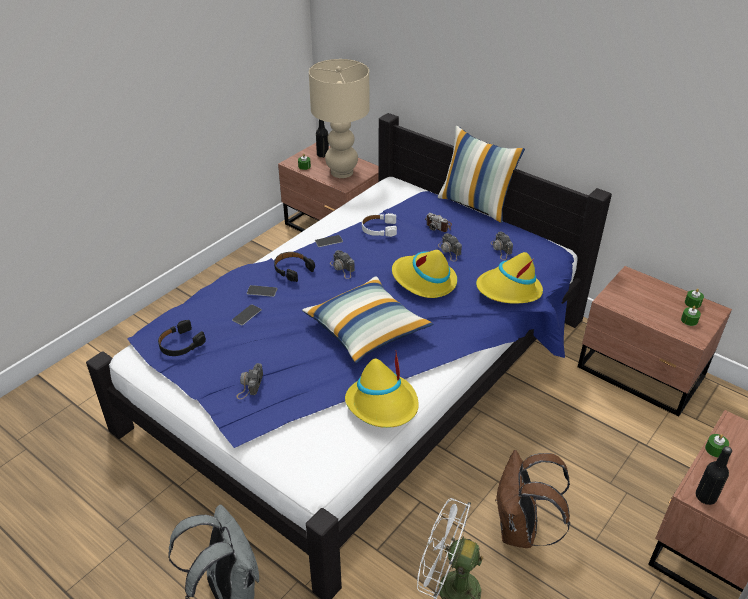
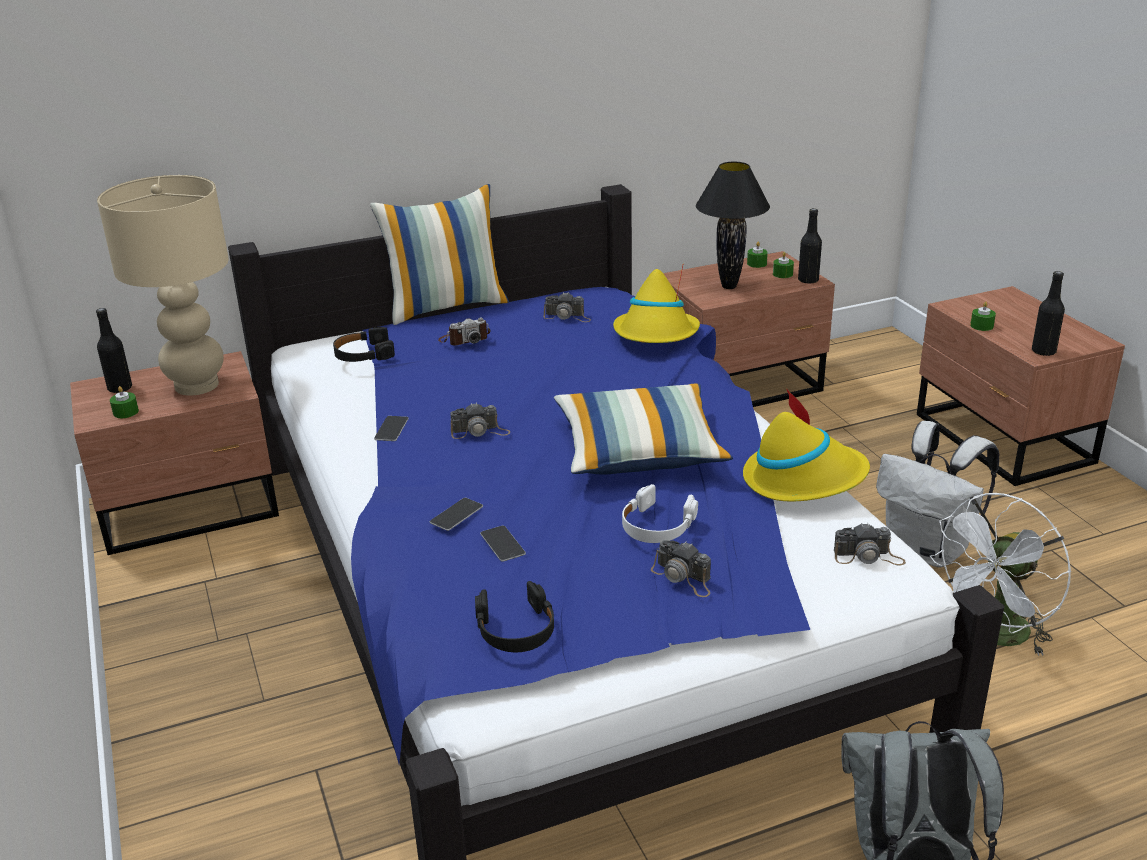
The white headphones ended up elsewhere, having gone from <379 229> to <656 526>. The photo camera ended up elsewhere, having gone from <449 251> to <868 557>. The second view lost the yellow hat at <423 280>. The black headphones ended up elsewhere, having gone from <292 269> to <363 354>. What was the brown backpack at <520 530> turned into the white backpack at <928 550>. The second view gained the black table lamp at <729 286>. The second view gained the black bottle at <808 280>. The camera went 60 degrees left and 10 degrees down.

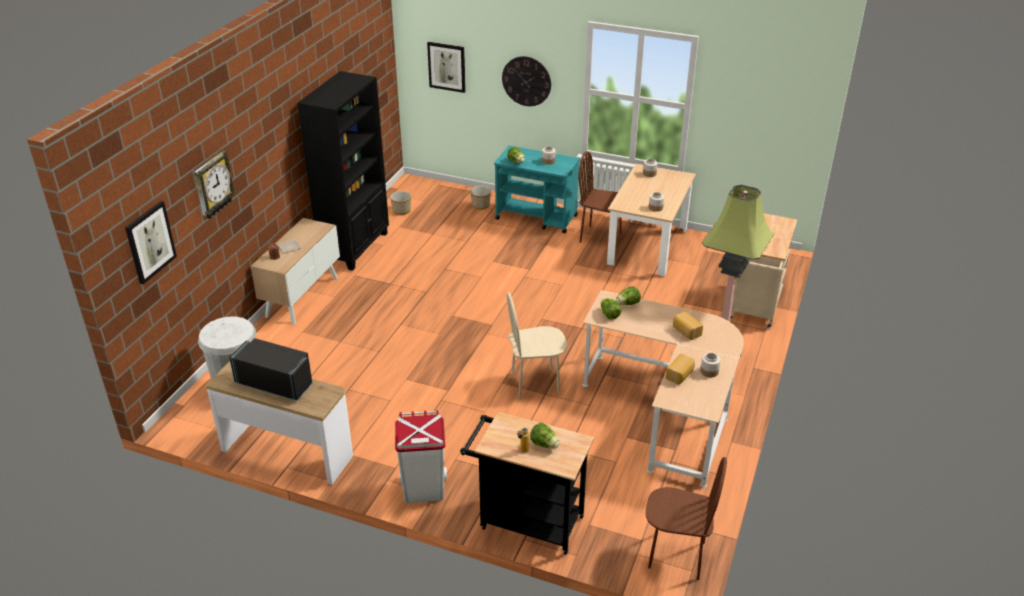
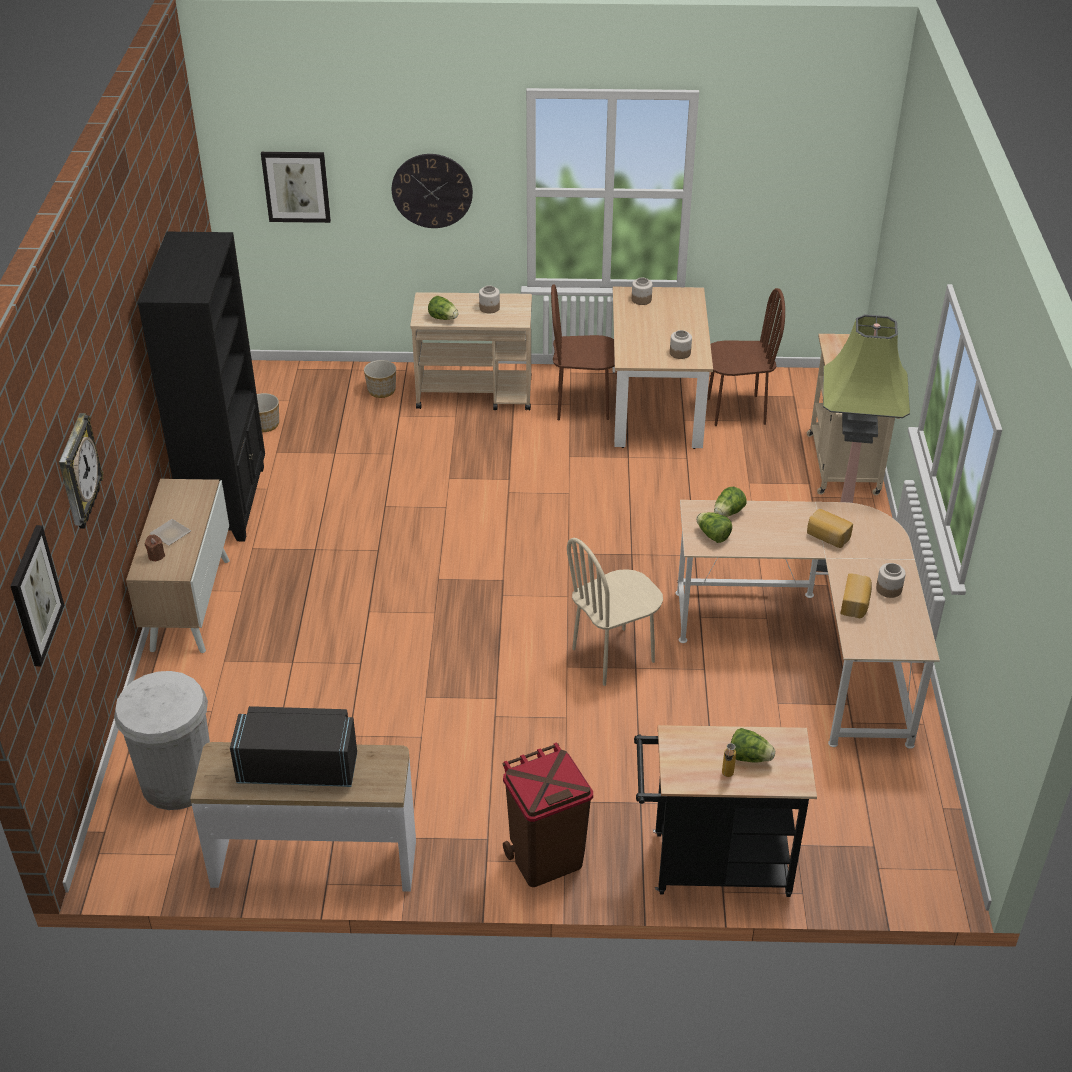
What was the turquoise cart at <537 218> turned into the beige cart at <475 393>. What was the white trash can at <423 489> turned into the brown trash can at <545 859>. The brown chair ended up elsewhere, having gone from <676 555> to <736 411>. The camera went 20 degrees left and 5 degrees up.

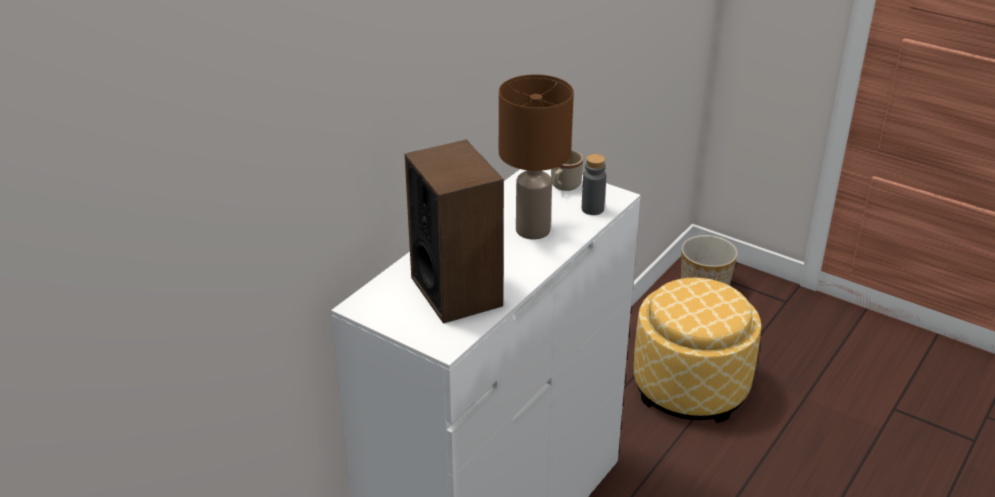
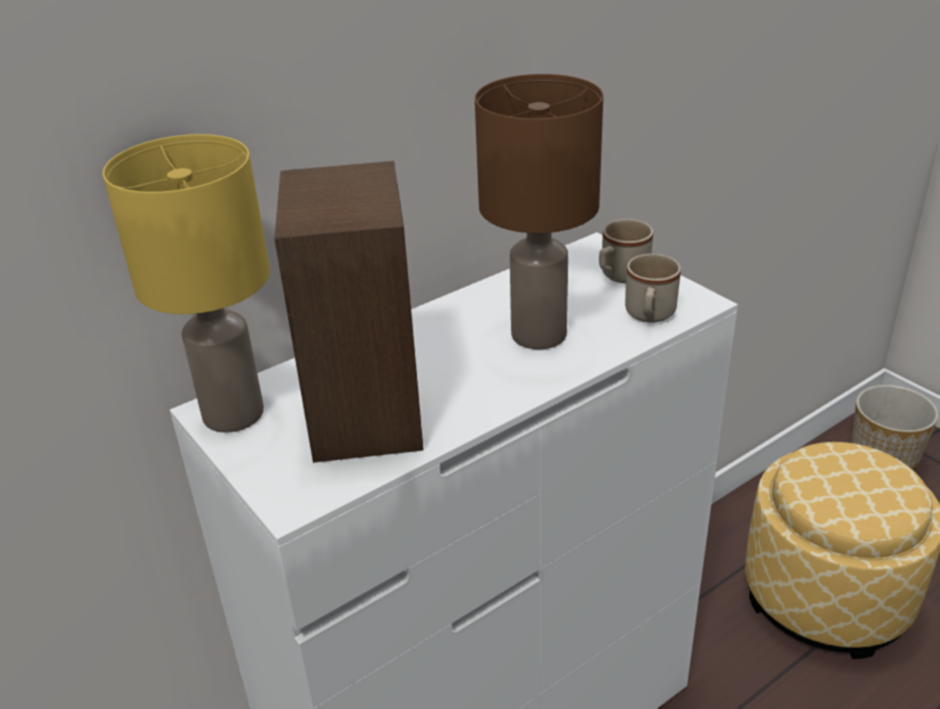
Where the grey bottle stood at <592 209>, the beige mug came to stand at <649 316>. The second view gained the yellow table lamp at <235 414>. The camera went 20 degrees right and 0 degrees up.

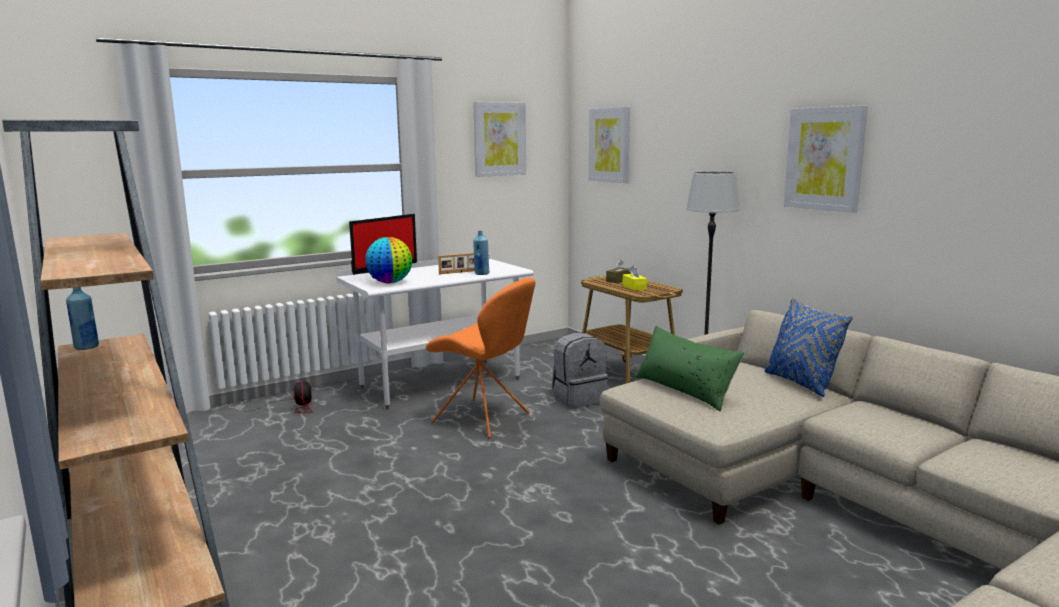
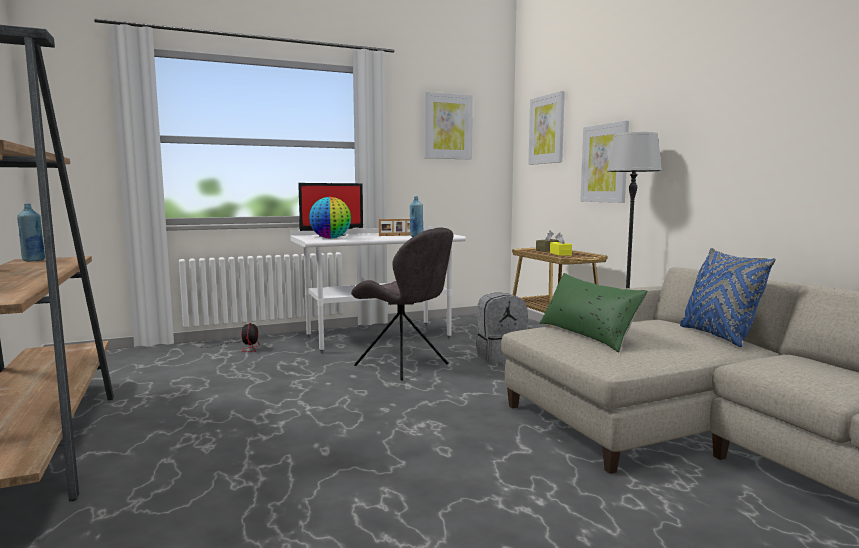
The picture ended up elsewhere, having gone from <824 158> to <604 163>. What was the orange chair at <484 419> turned into the grey chair at <404 366>. The camera went 10 degrees right and 5 degrees down.

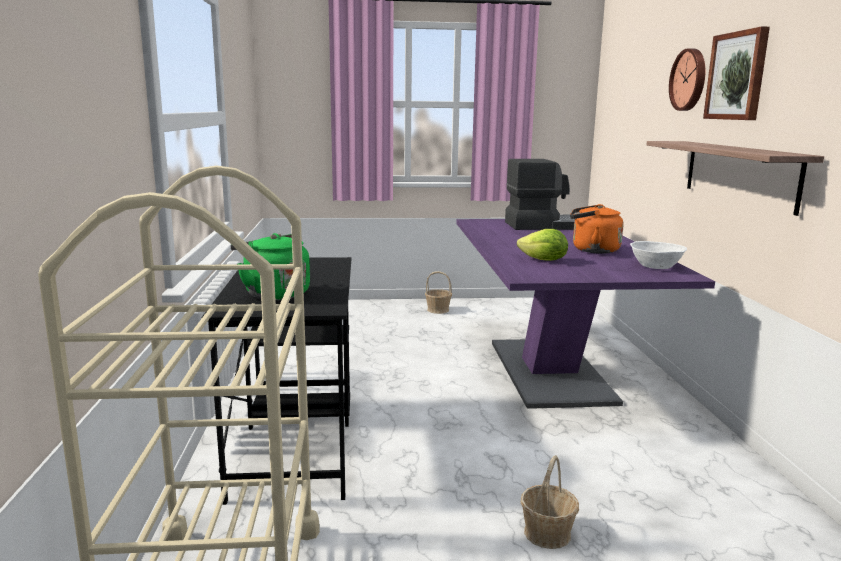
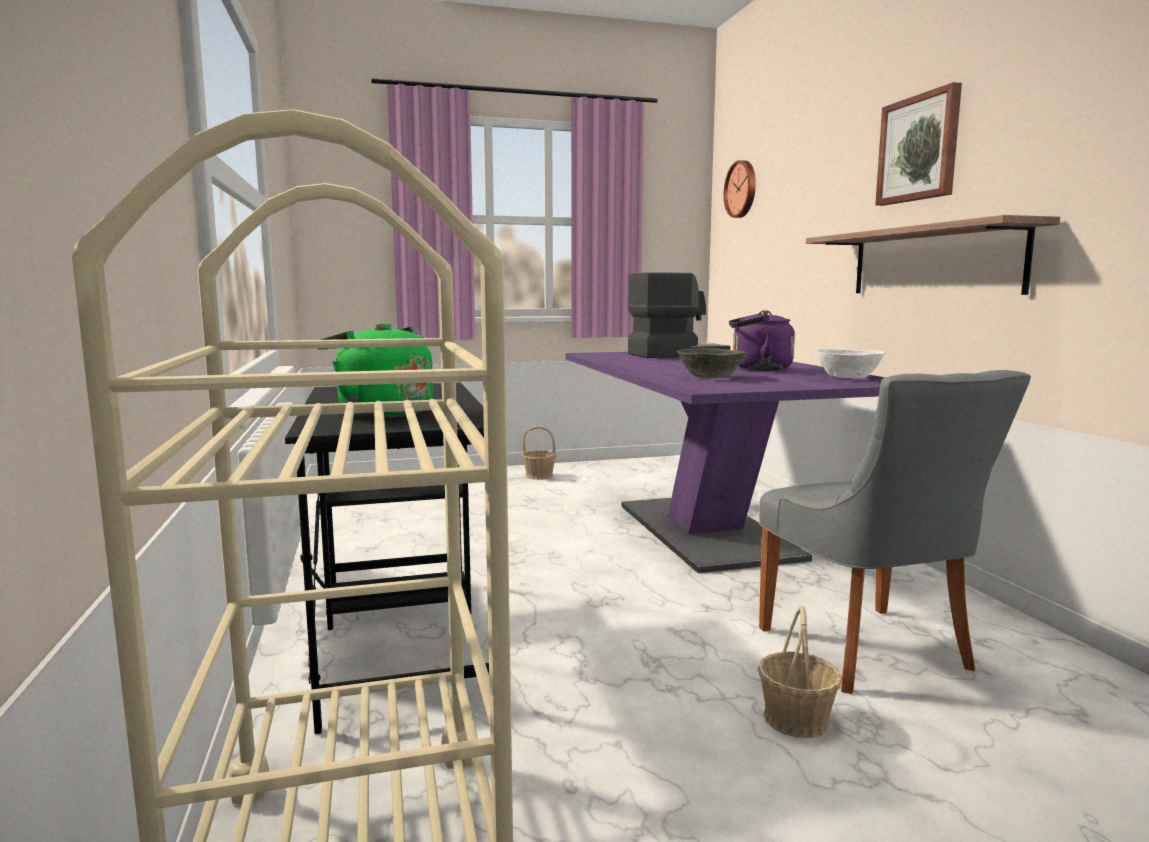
The wall clock ended up elsewhere, having gone from <689 80> to <742 189>. What was the orange kettle at <592 250> turned into the purple kettle at <757 368>. Where the lettuce stood at <544 260>, the grey bowl came to stand at <711 377>. The second view gained the grey chair at <869 651>. The camera went 10 degrees left and 5 degrees down.

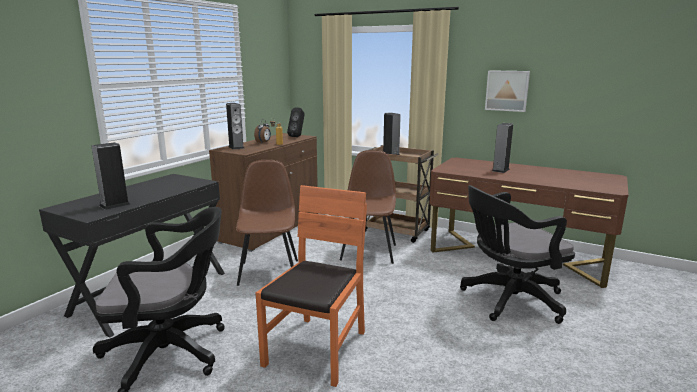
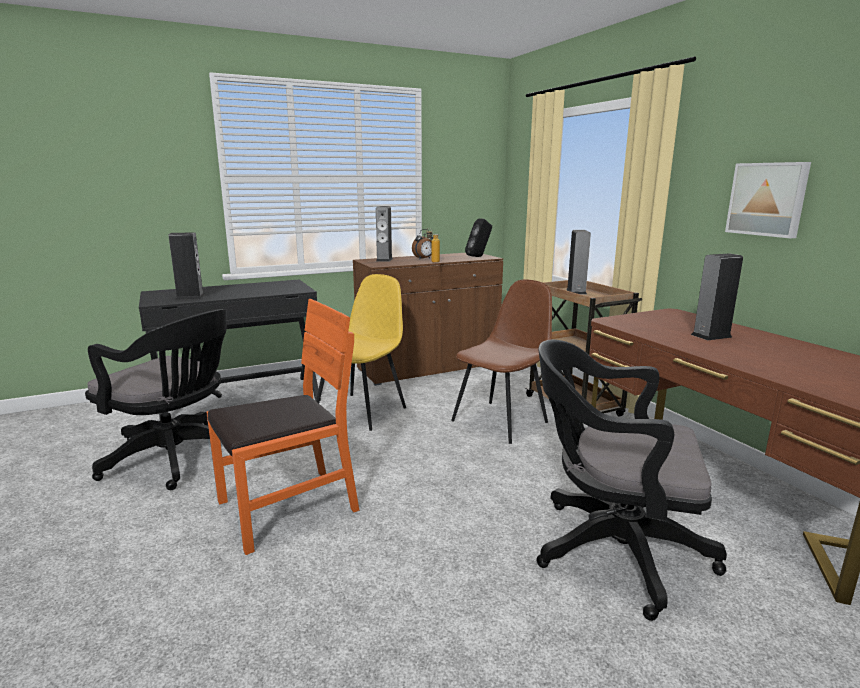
What was the brown chair at <269 271> turned into the yellow chair at <362 411>. The camera went 35 degrees right and 0 degrees up.

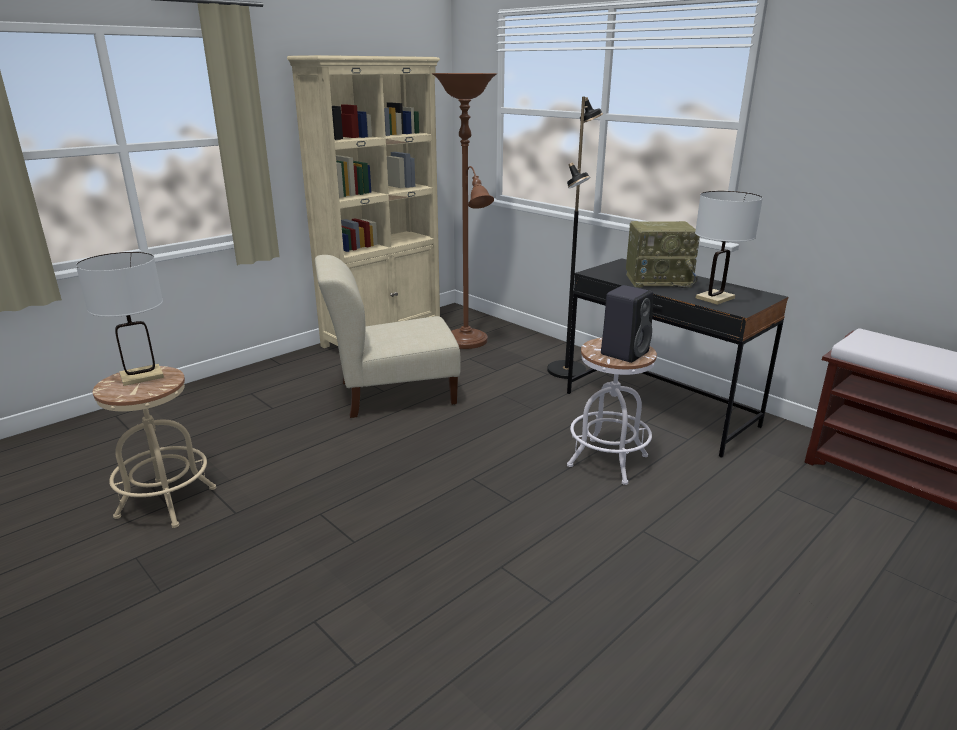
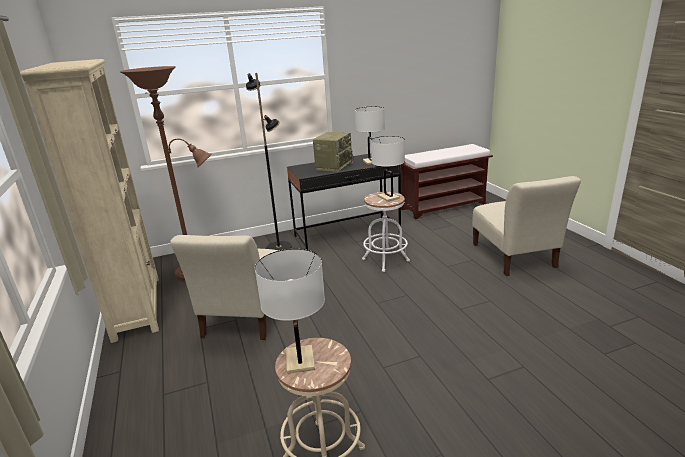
Where the black speaker stood at <625 352>, the white table lamp came to stand at <388 197>. The second view gained the beige chair at <514 257>. The camera went 65 degrees left and 0 degrees up.

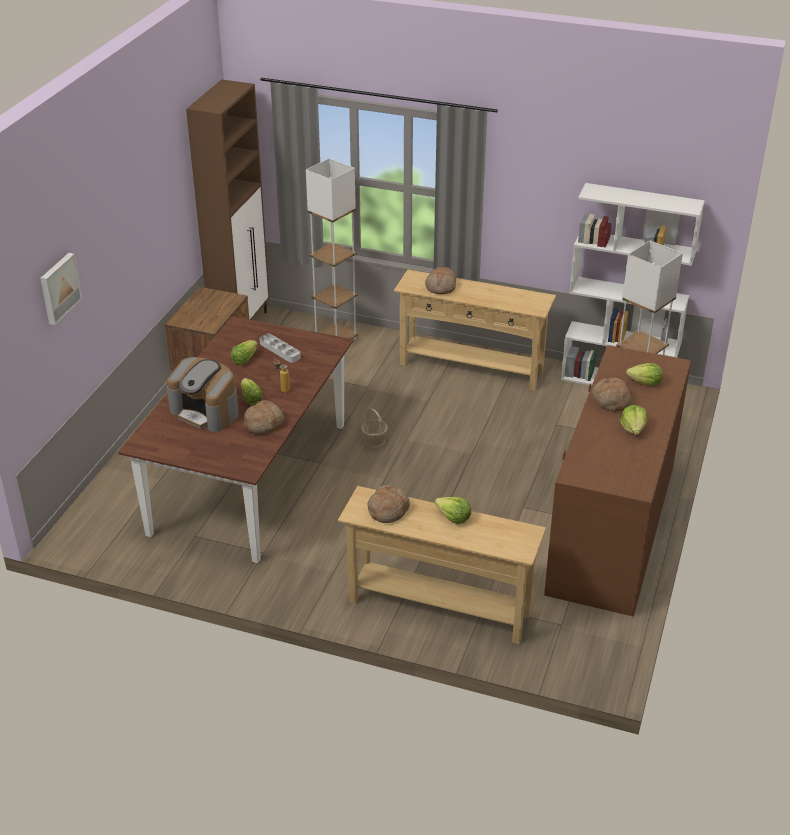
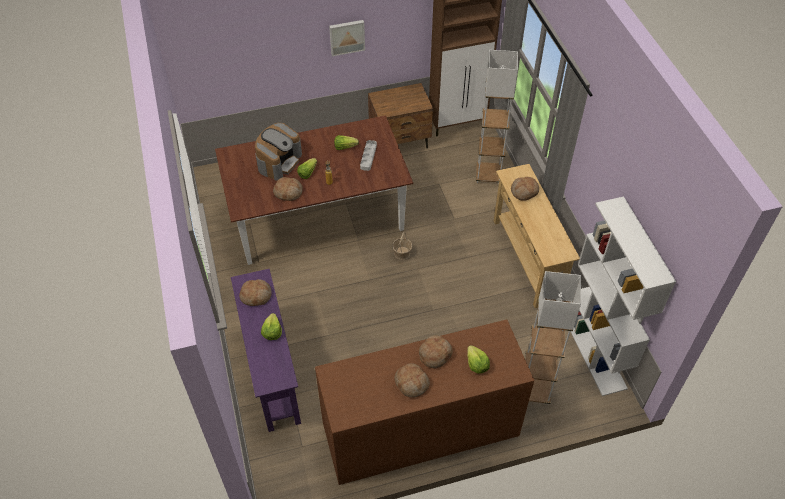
The picture ended up elsewhere, having gone from <59 288> to <347 37>. The coffee machine at <206 412> ended up facing another way, 150 degrees counterclockwise from before. Where the lettuce stood at <633 428>, the bread came to stand at <411 383>. What was the beige console table at <438 608> turned into the purple console table at <271 372>. The camera went 55 degrees right and 15 degrees up.

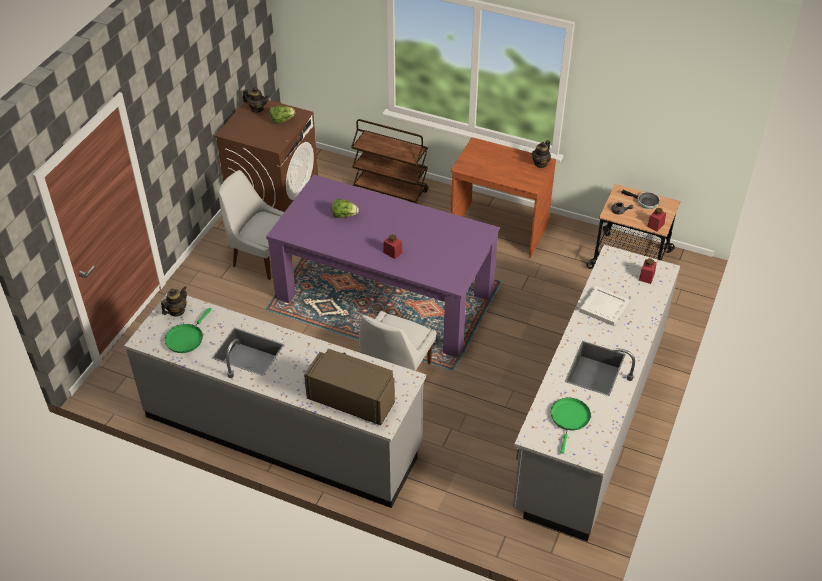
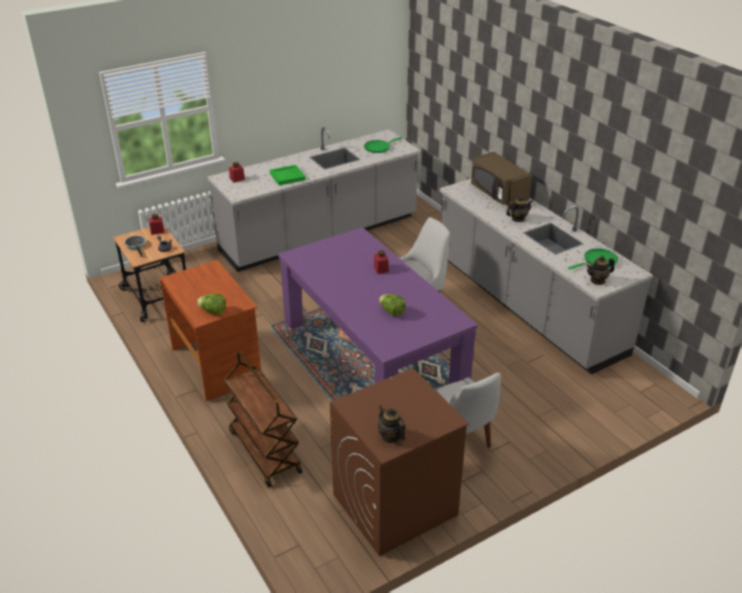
The lettuce ended up elsewhere, having gone from <282 120> to <213 311>. The teapot ended up elsewhere, having gone from <540 163> to <518 219>. What was the white tray at <603 307> turned into the green tray at <288 176>. The camera went 145 degrees left and 10 degrees down.

